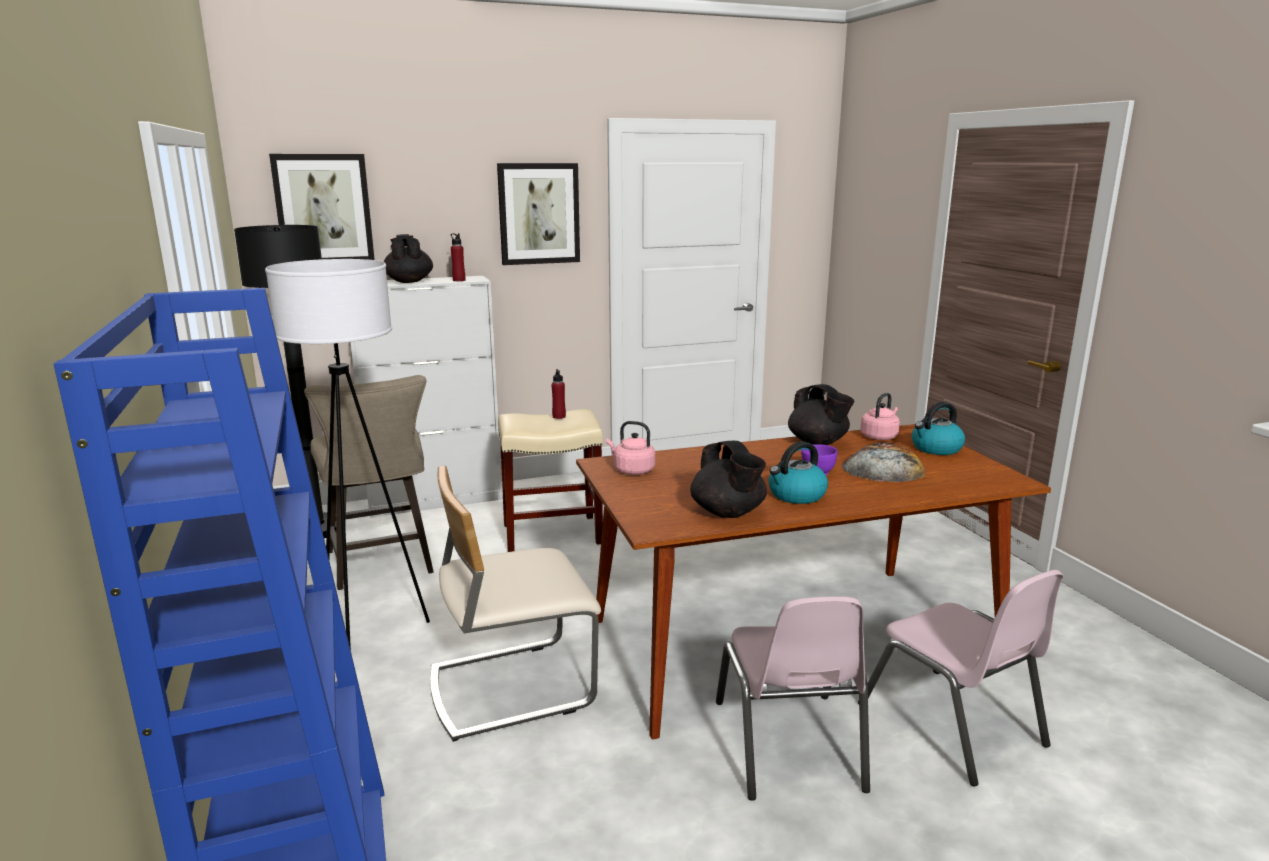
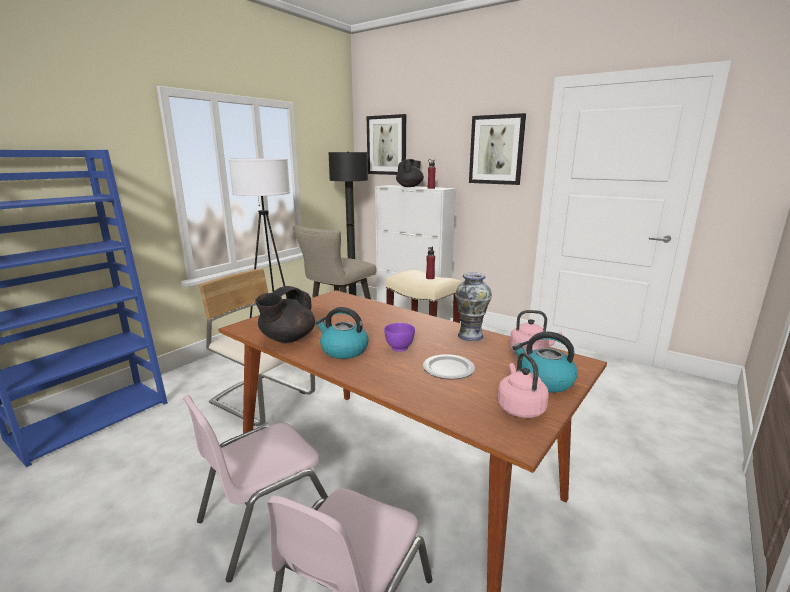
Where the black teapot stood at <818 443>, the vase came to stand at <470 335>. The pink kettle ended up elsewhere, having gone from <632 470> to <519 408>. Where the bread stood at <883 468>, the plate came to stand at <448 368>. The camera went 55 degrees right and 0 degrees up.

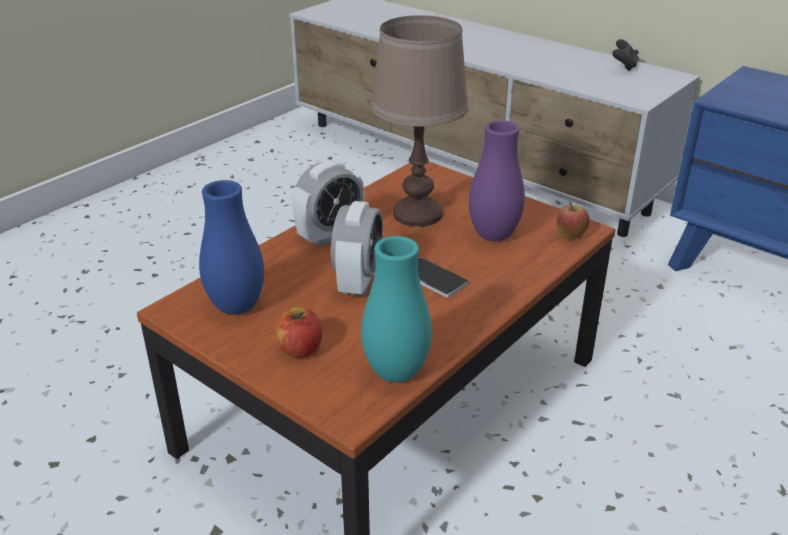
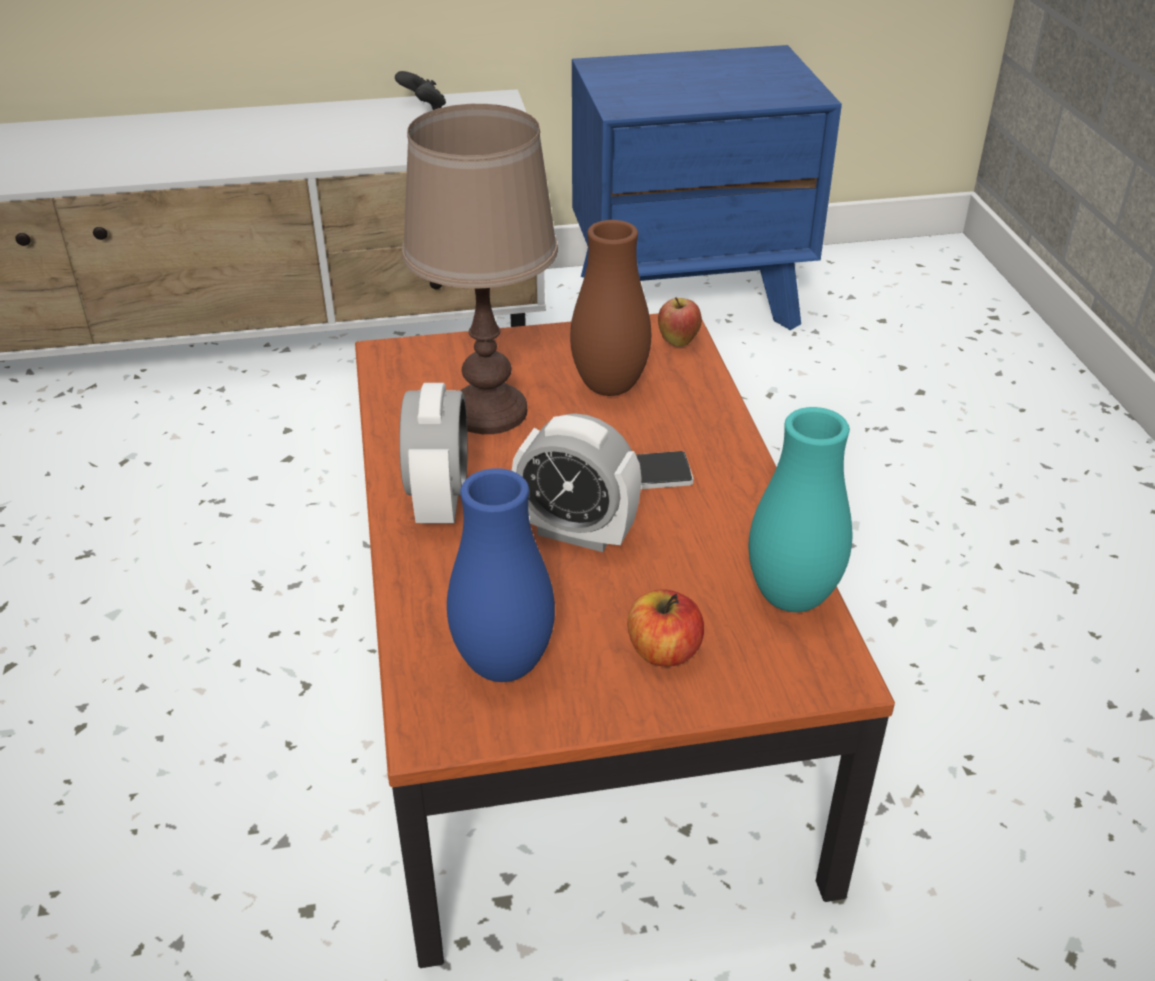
What was the purple vase at <493 235> turned into the brown vase at <609 387>. The alarm clock at <358 281> ended up facing another way, 150 degrees clockwise from before. The camera went 50 degrees left and 5 degrees up.

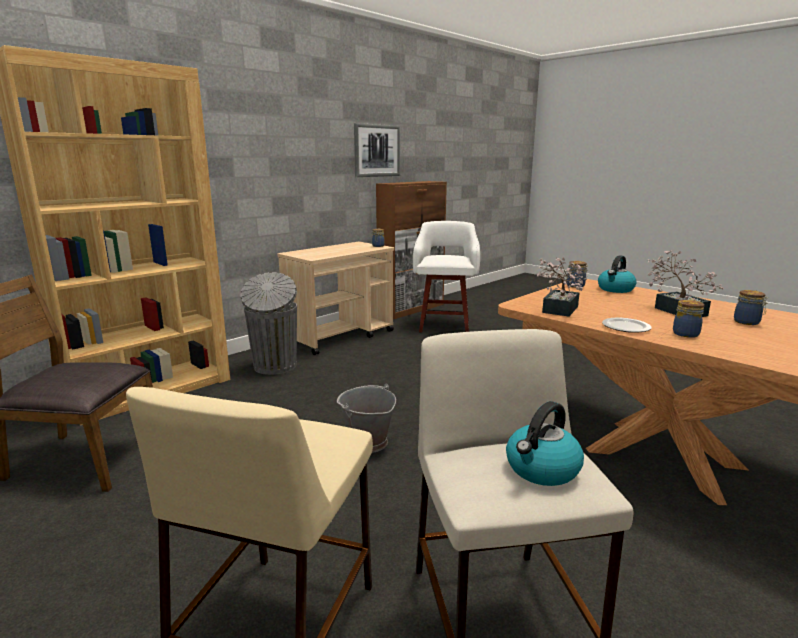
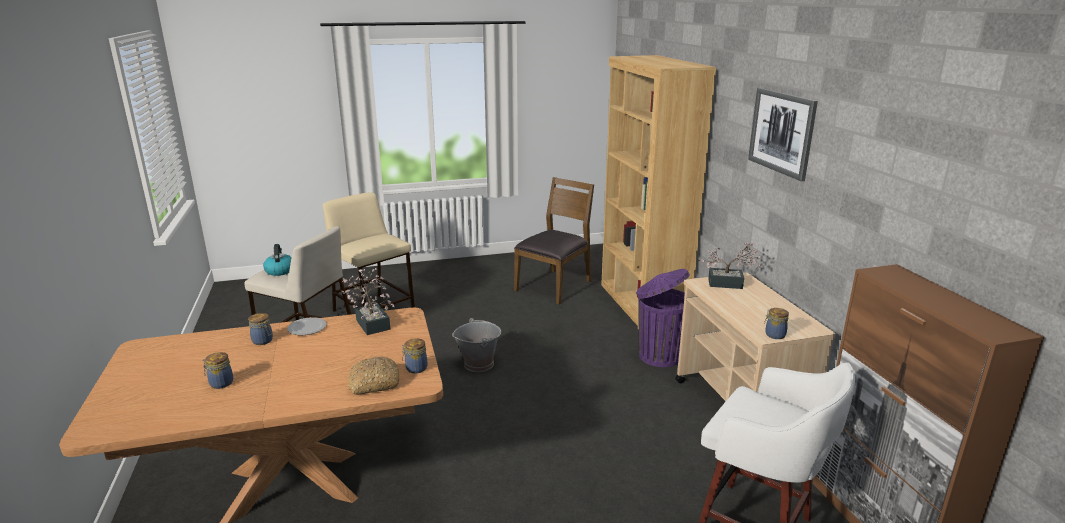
The picture ended up elsewhere, having gone from <377 150> to <781 132>. The potted plant ended up elsewhere, having gone from <676 310> to <730 284>. Where the kettle stood at <615 289>, the bread came to stand at <374 383>. What was the grey trash can at <275 367> turned into the purple trash can at <658 355>. The camera went 120 degrees right and 5 degrees up.

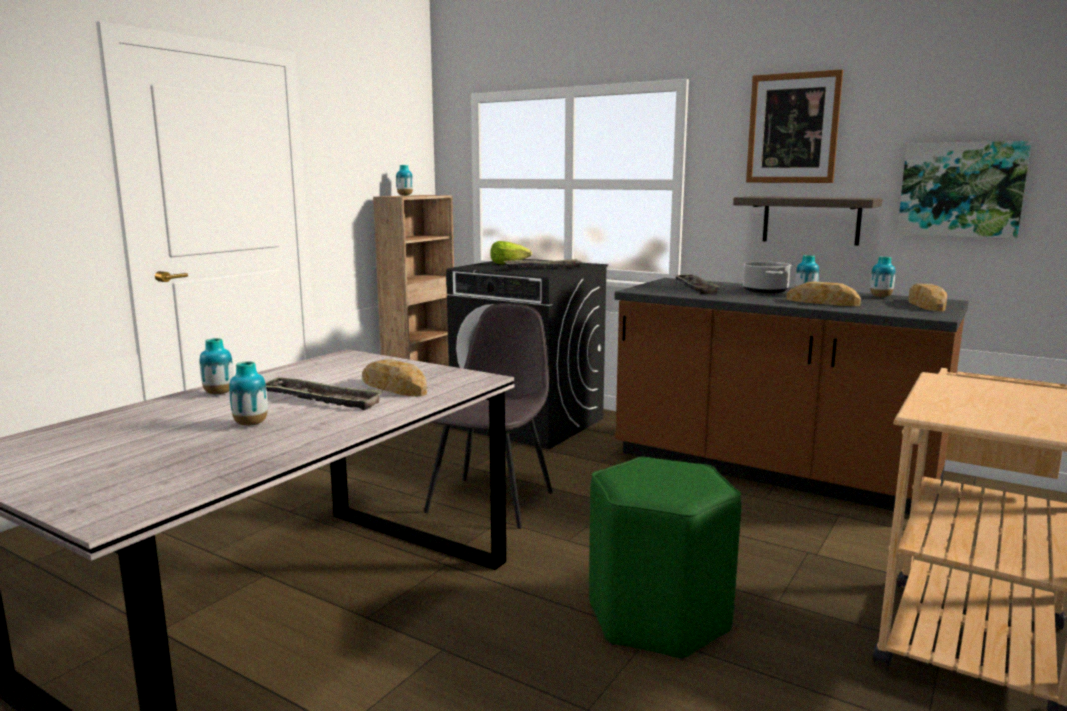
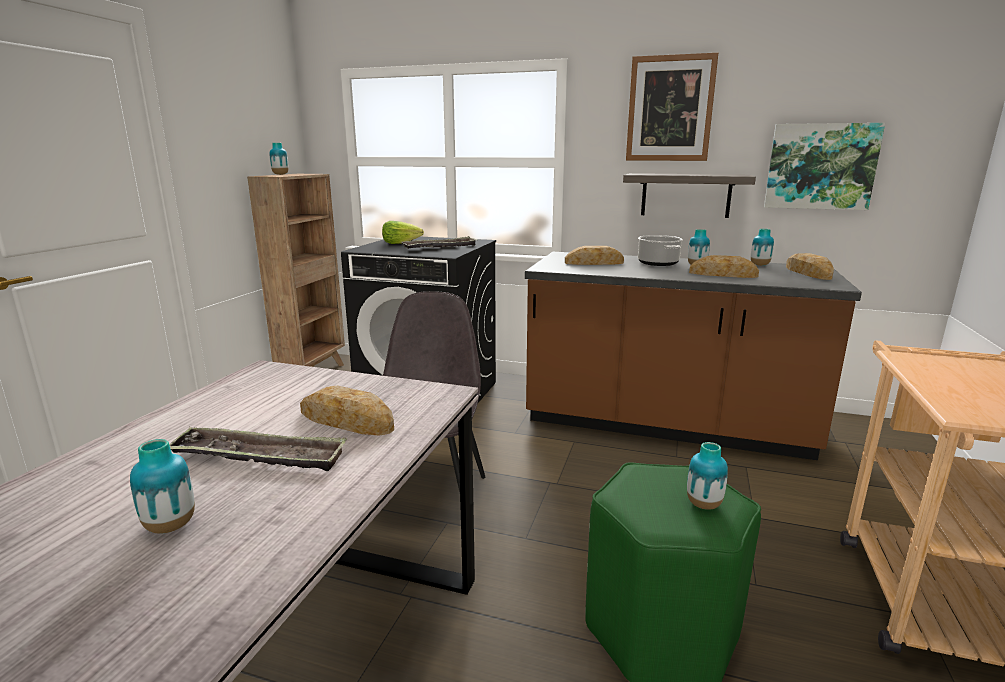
Where the tray stood at <695 288>, the bread came to stand at <594 263>. The vase ended up elsewhere, having gone from <219 393> to <703 504>. The camera went 15 degrees left and 5 degrees up.

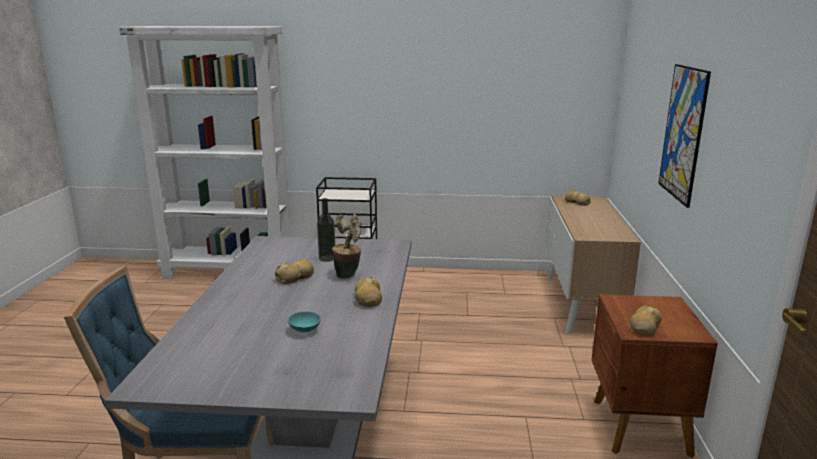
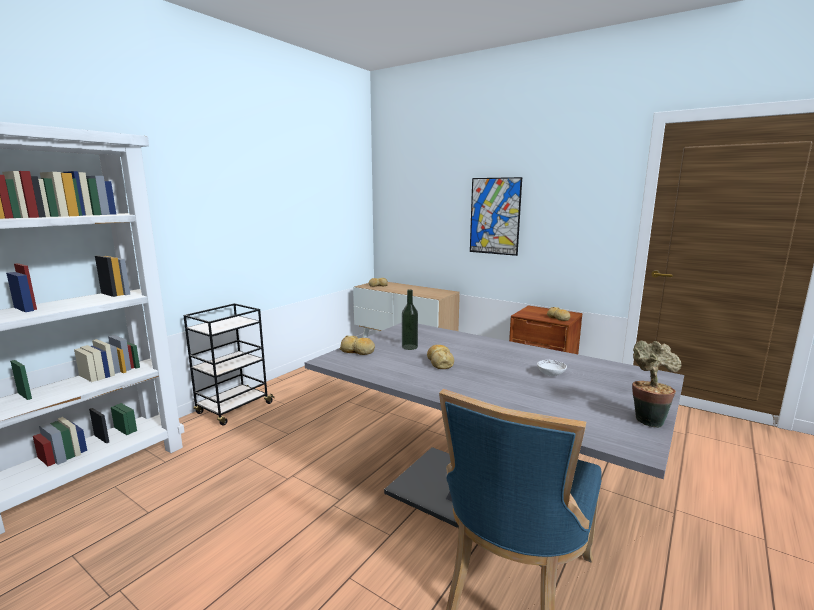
The potted plant ended up elsewhere, having gone from <348 274> to <647 419>. The bread ended up elsewhere, having gone from <368 299> to <357 351>. What was the turquoise bowl at <305 329> turned into the white bowl at <551 374>. The camera went 60 degrees left and 5 degrees down.

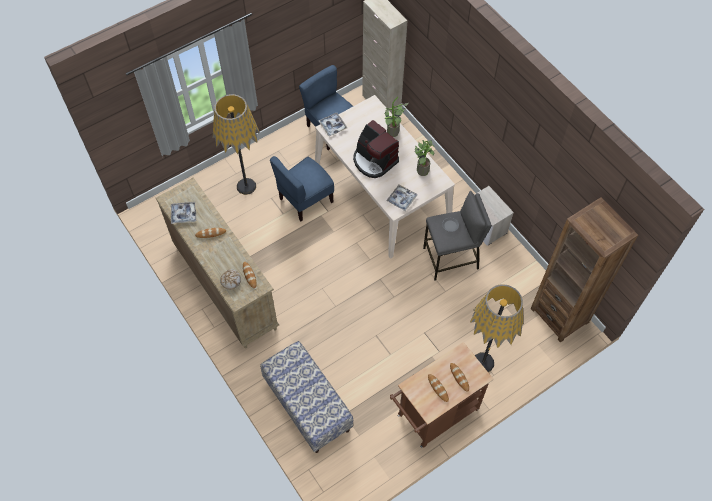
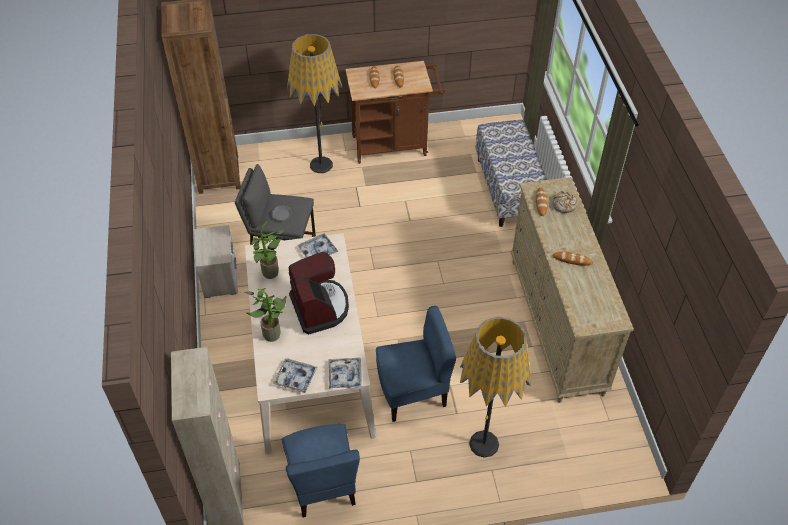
The tray ended up elsewhere, having gone from <184 214> to <295 378>. The camera went 155 degrees left and 10 degrees down.

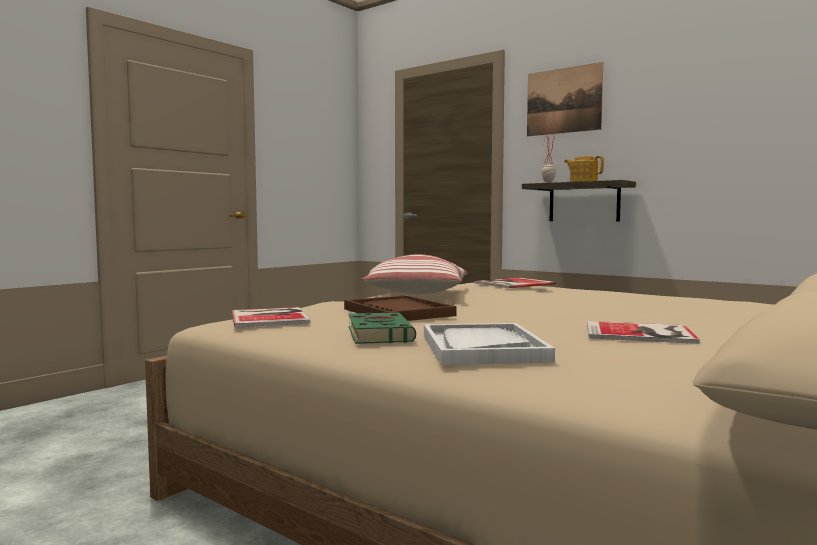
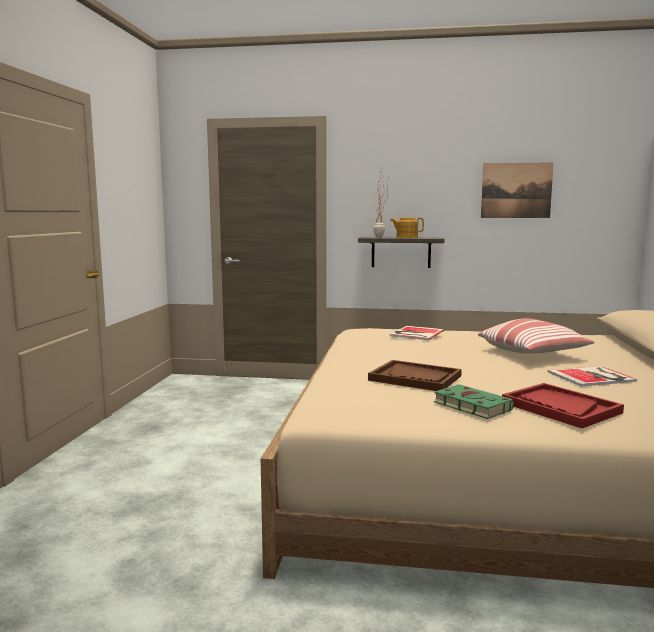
The picture ended up elsewhere, having gone from <563 100> to <516 190>. The pillow ended up elsewhere, having gone from <417 295> to <533 353>. The second view lost the book at <271 317>. What was the white tray at <482 348> turned into the red tray at <560 407>. The camera went 30 degrees left and 5 degrees up.

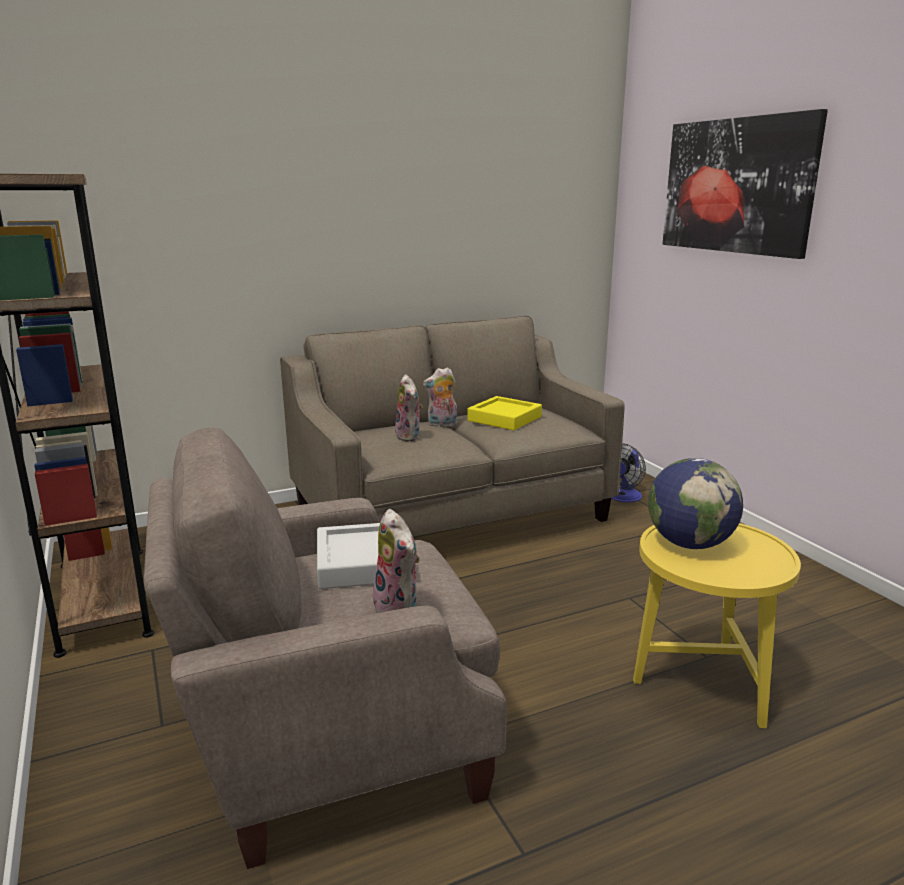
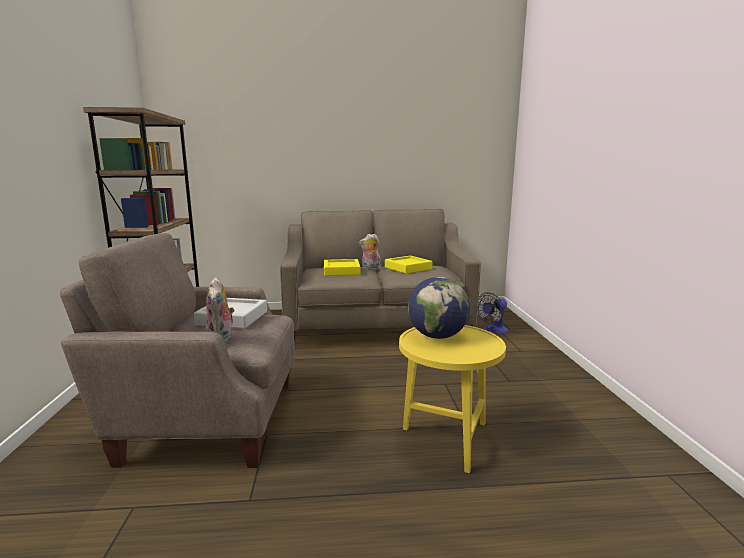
The second view lost the picture at <736 186>. Where the plush toy stood at <410 437>, the yellow tray came to stand at <341 271>. The camera went 20 degrees right and 5 degrees down.

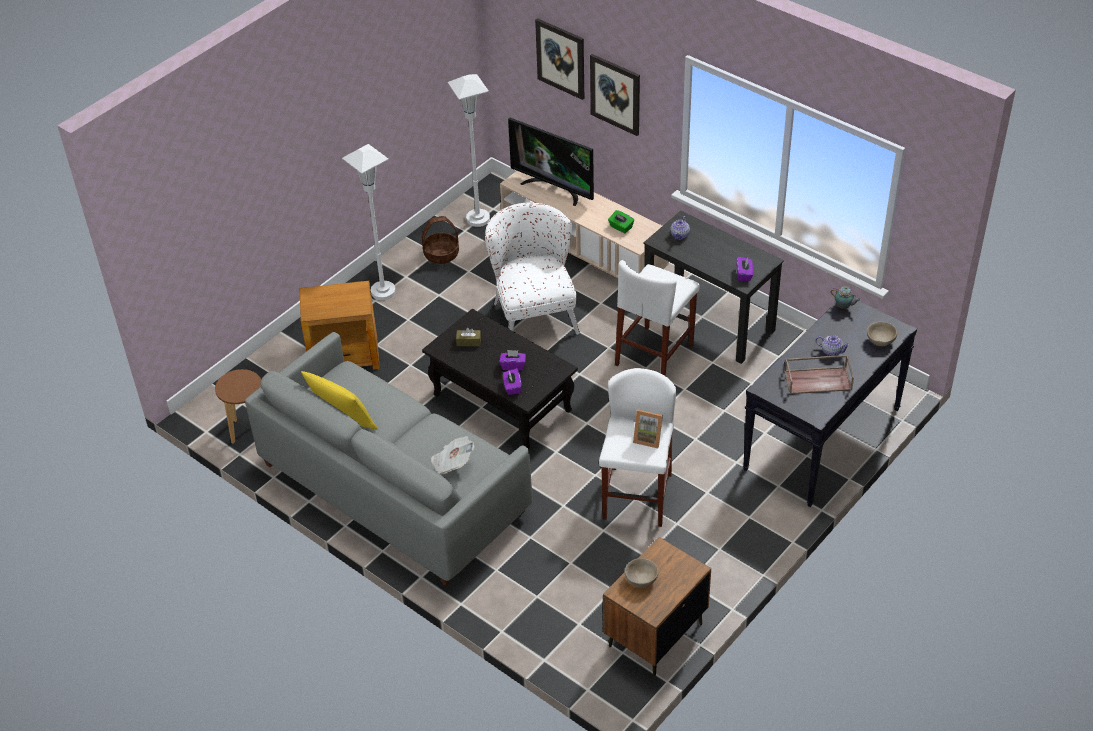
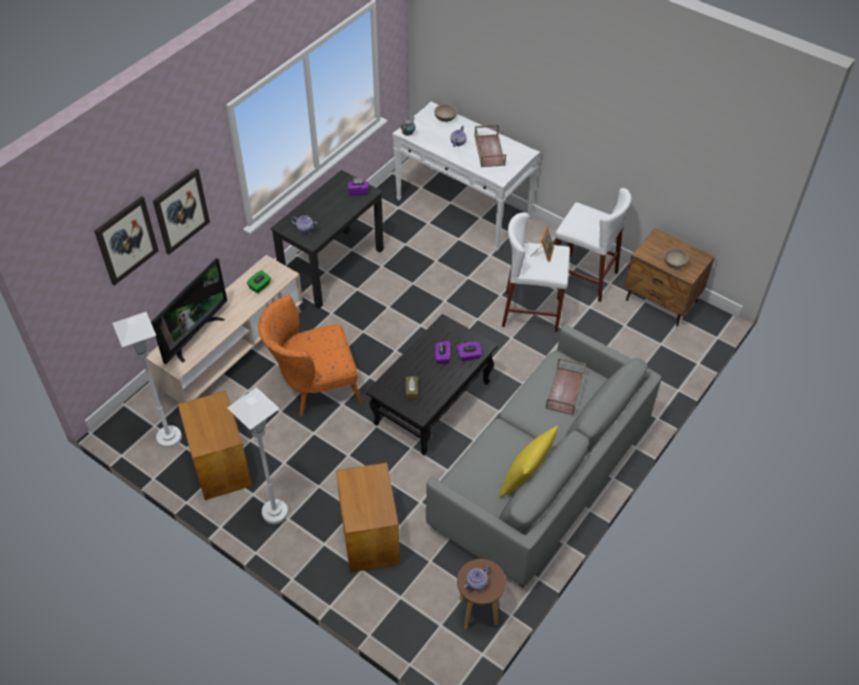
What was the white armchair at <533 312> turned into the orange armchair at <313 385>. Where the basket stood at <441 254>, the brown side table came to stand at <221 465>. The white stool ended up elsewhere, having gone from <654 355> to <584 277>. What was the black console table at <822 439> turned into the white console table at <463 209>. Where the newspaper stood at <452 463>, the brown tray came to stand at <565 391>. The second view gained the teapot at <477 583>. The camera went 95 degrees left and 5 degrees up.

